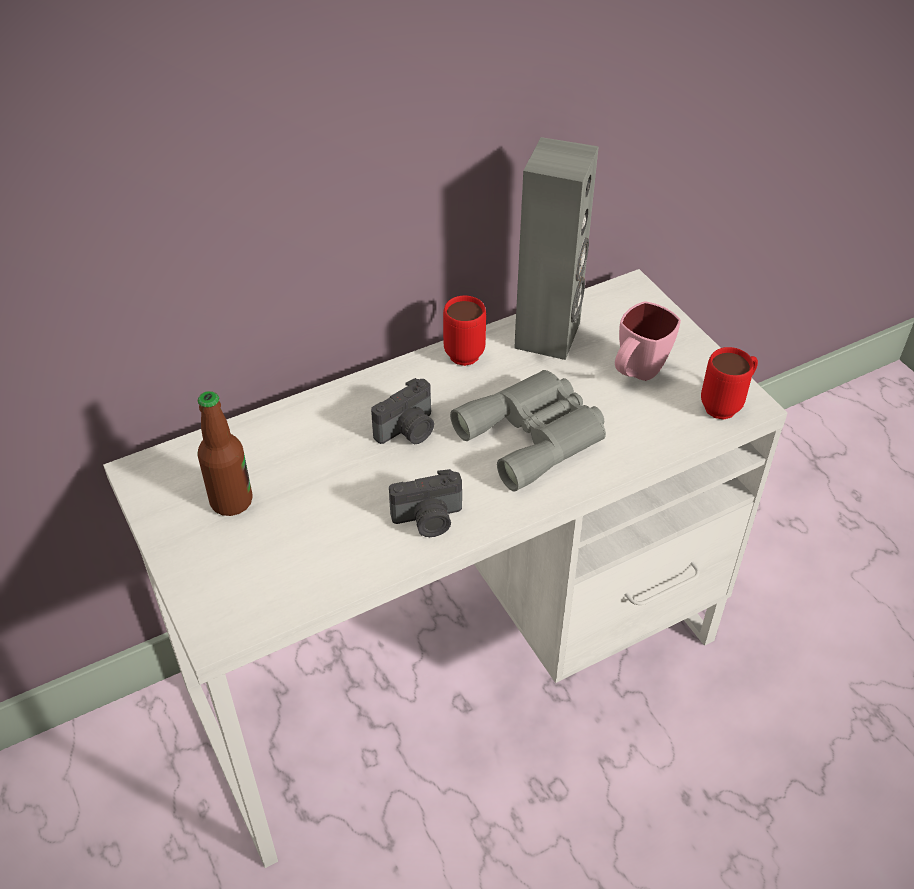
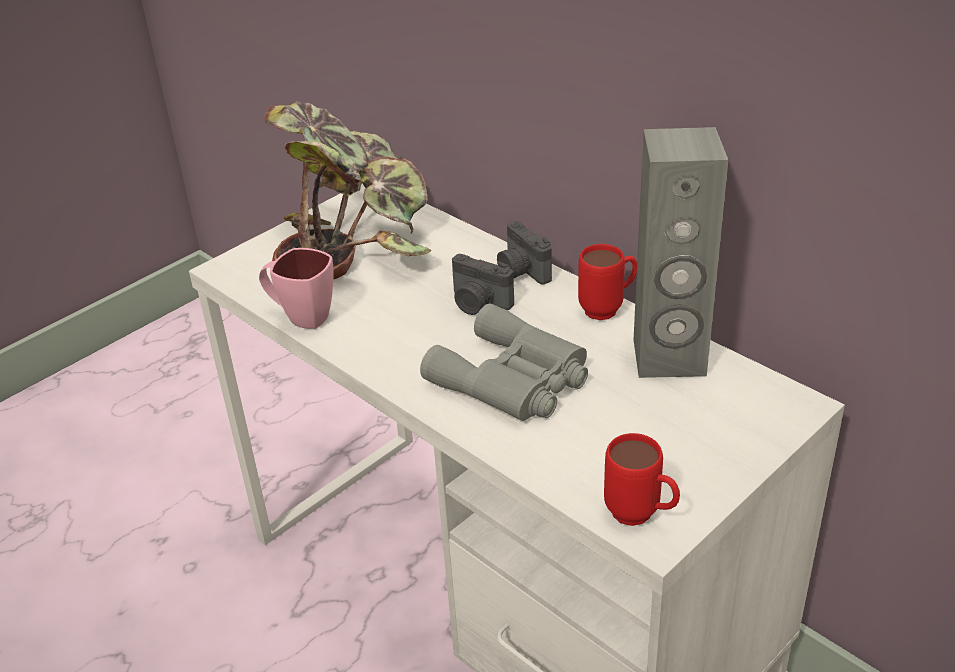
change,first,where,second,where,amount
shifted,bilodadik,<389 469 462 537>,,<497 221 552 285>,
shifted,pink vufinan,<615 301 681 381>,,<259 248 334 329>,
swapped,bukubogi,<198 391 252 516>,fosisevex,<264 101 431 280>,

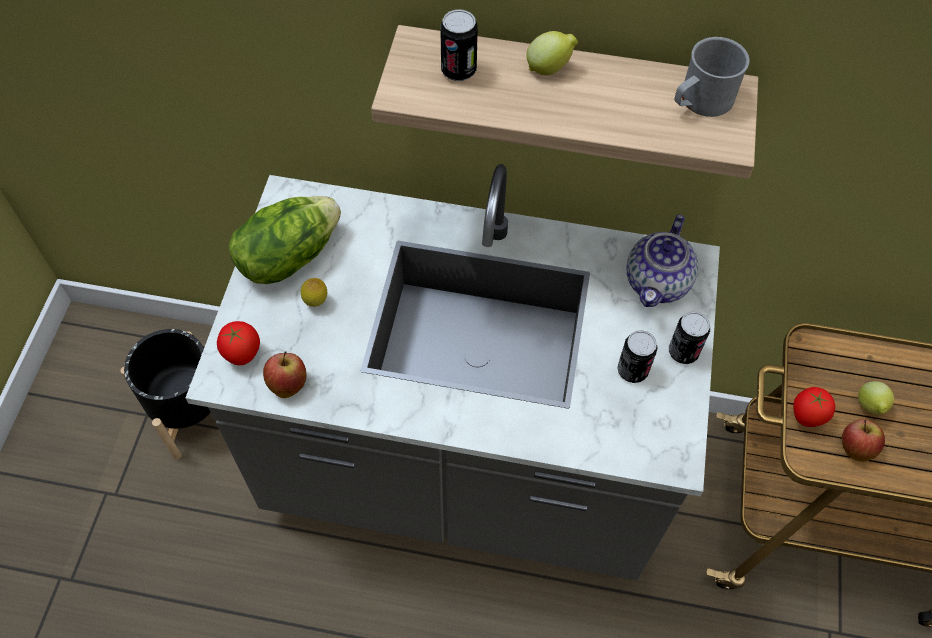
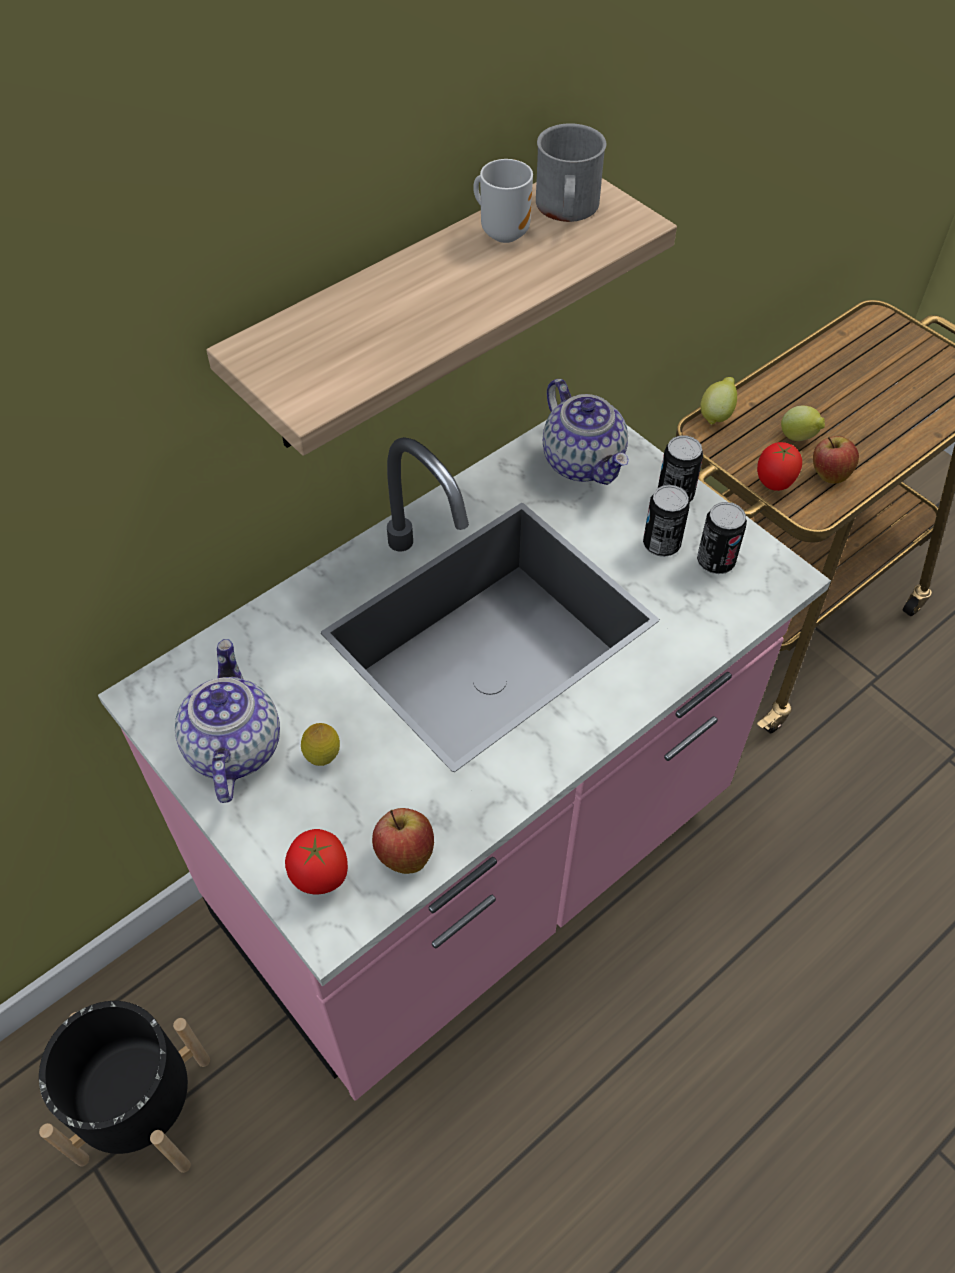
change,first,where,second,where,amount
new,,,vufinan,<473 159 533 243>,
shifted,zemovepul,<440 9 478 81>,,<697 502 747 574>,
shifted,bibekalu,<526 31 578 75>,,<700 377 737 425>,
swapped,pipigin,<229 196 341 284>,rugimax,<175 639 280 803>,
repainted,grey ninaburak,<186 164 720 580>,pink ninaburak,<98 420 831 1101>,

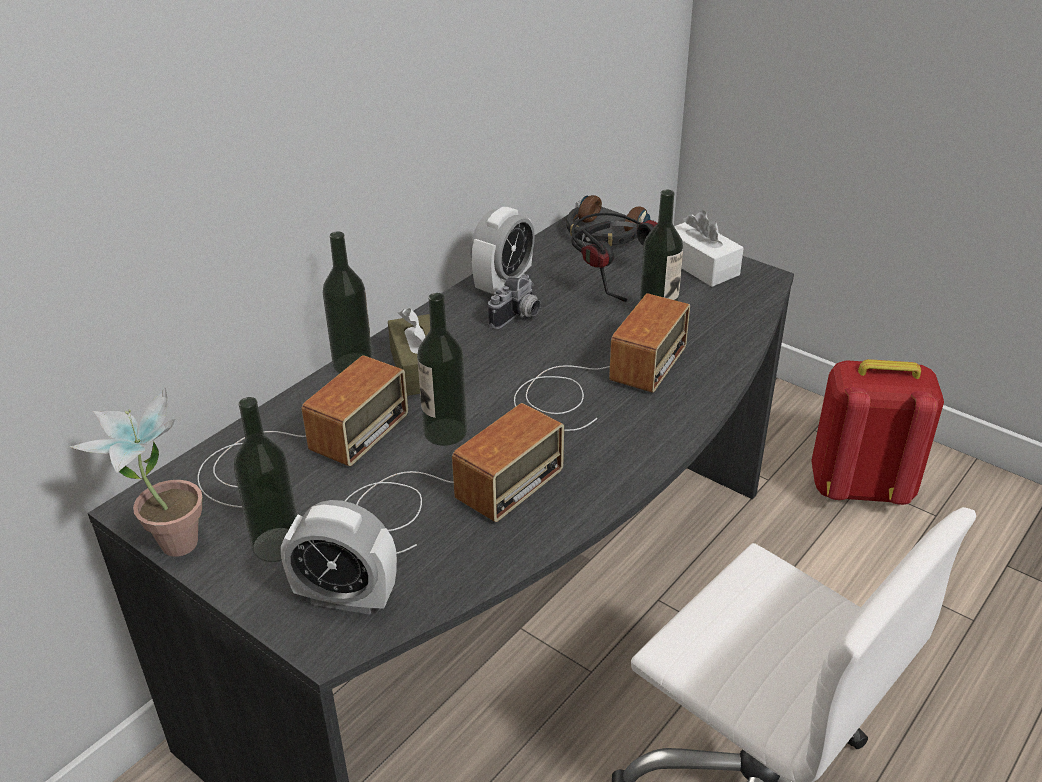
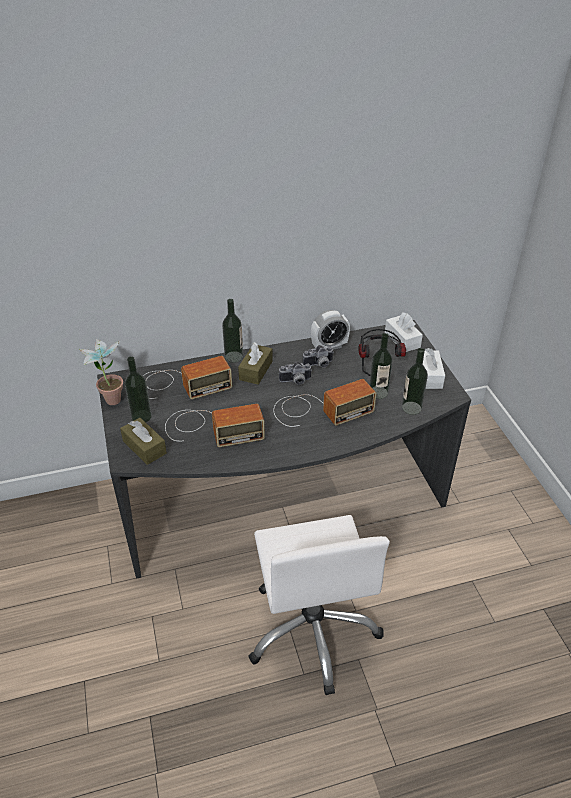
change,first,where,second,where,amount
gone,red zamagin,<811 359 944 505>,,,
new,,,bilodadik,<279 361 312 385>,
shifted,bukubogi,<417 293 467 446>,,<402 348 428 415>,
swapped,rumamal,<281 500 397 615>,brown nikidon,<120 418 167 465>,
swapped,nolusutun,<566 195 650 246>,white nikidon,<385 312 423 352>,

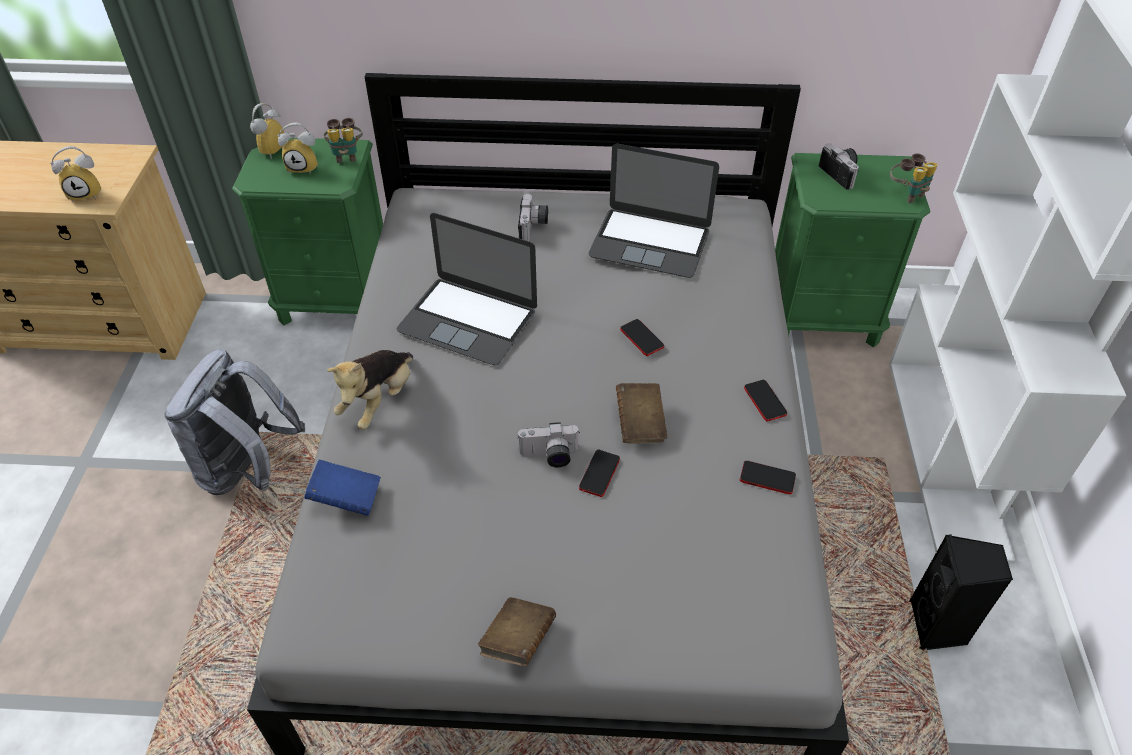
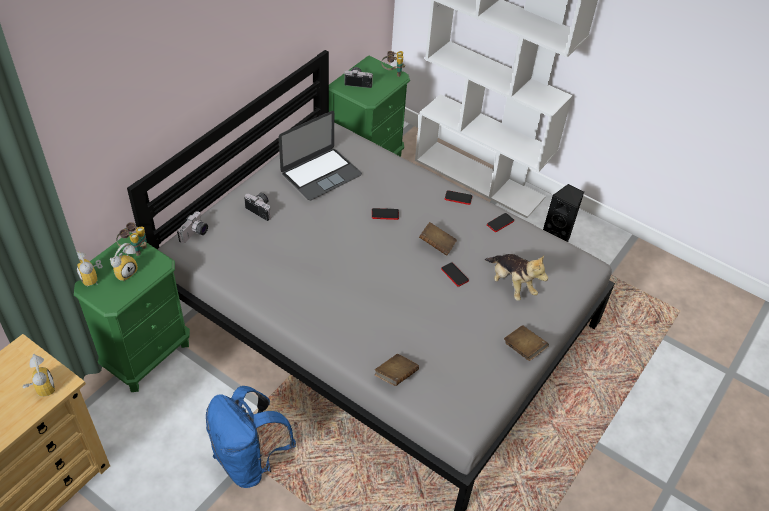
change,first,where,second,where,amount
gone,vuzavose,<396 213 537 365>,,,
shifted,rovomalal,<327 350 413 430>,,<485 254 548 301>,
shifted,bilodadik,<517 422 579 467>,,<177 211 208 243>,
repainted,grey zamagin,<165 349 305 495>,blue zamagin,<206 386 296 488>,
repainted,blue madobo,<304 460 381 516>,brown madobo,<375 354 419 386>,
rotated,rumamal,<50 146 101 202>,,<22 354 55 397>,45 degrees counterclockwise

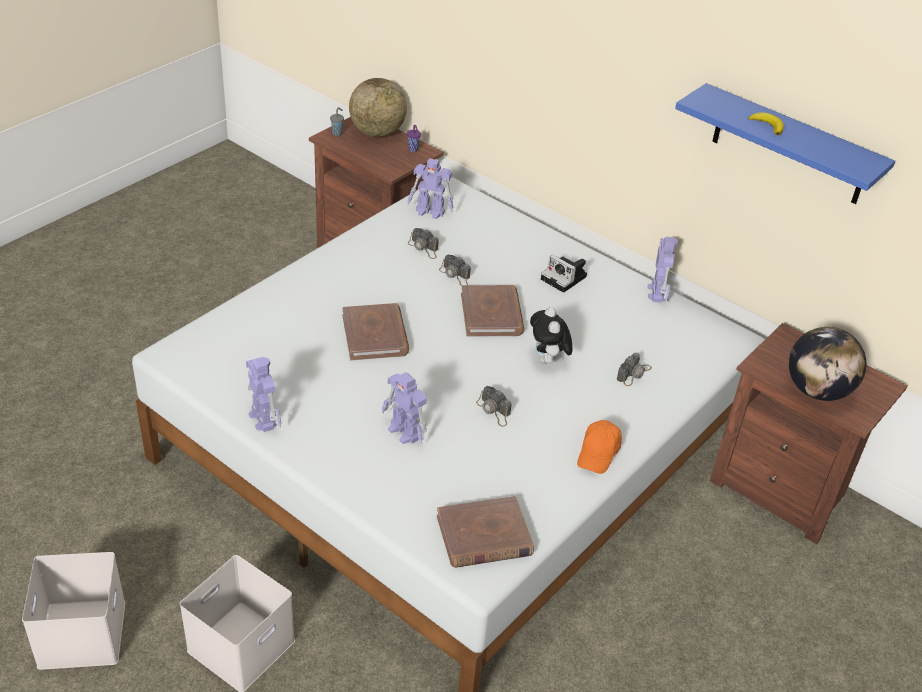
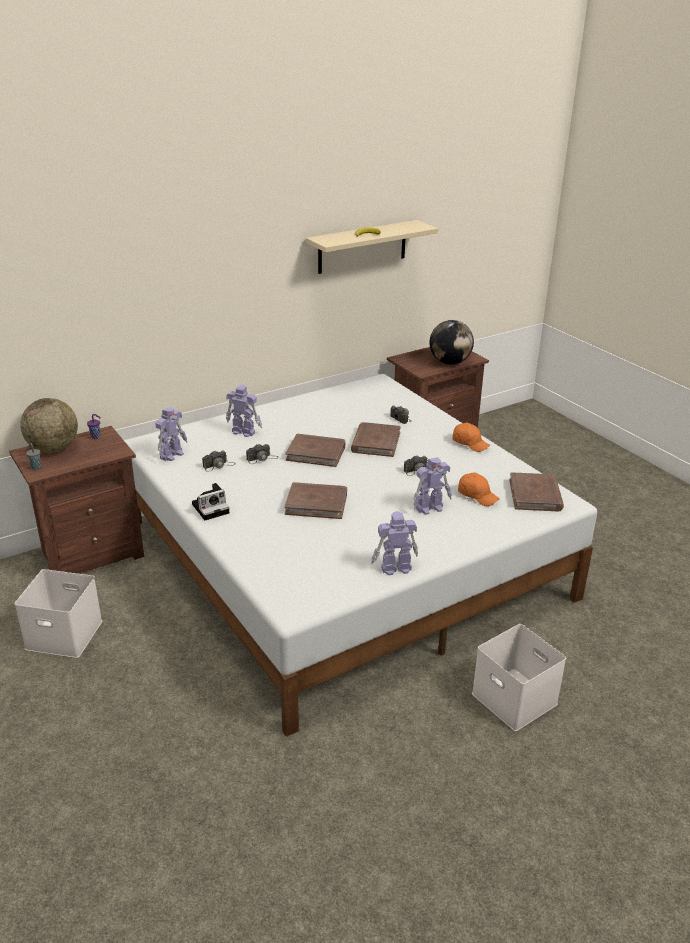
change,first,where,second,where,amount
new,,,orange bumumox,<458 472 500 506>,
shifted,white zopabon,<22 552 125 670>,,<14 569 102 658>,
shifted,bilodadik,<541 255 587 293>,,<192 483 229 520>,
shifted,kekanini,<648 237 678 303>,,<226 385 262 437>,
swapped,rovomalal,<530 307 572 364>,brown madobo,<351 422 401 457>,
repainted,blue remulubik,<675 83 895 204>,beige remulubik,<306 220 438 274>,

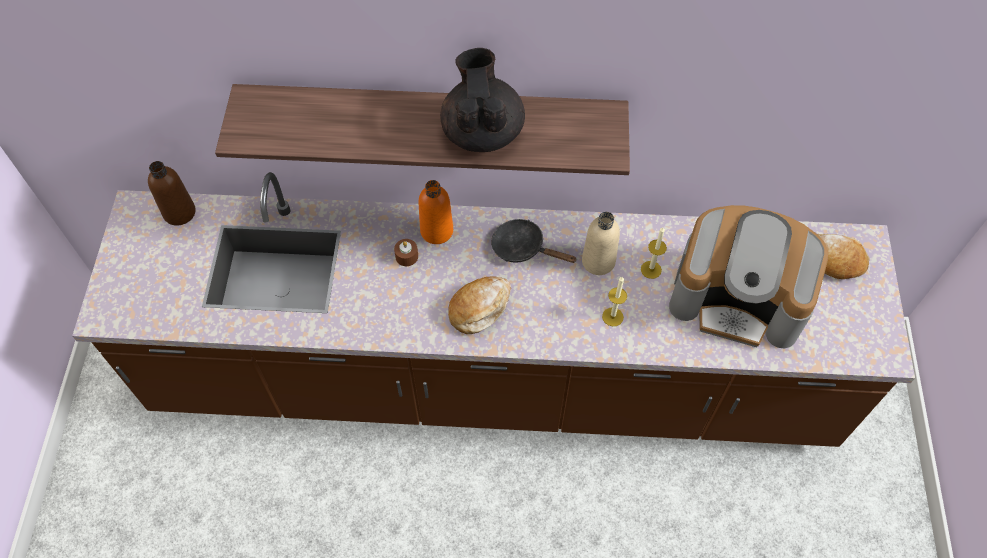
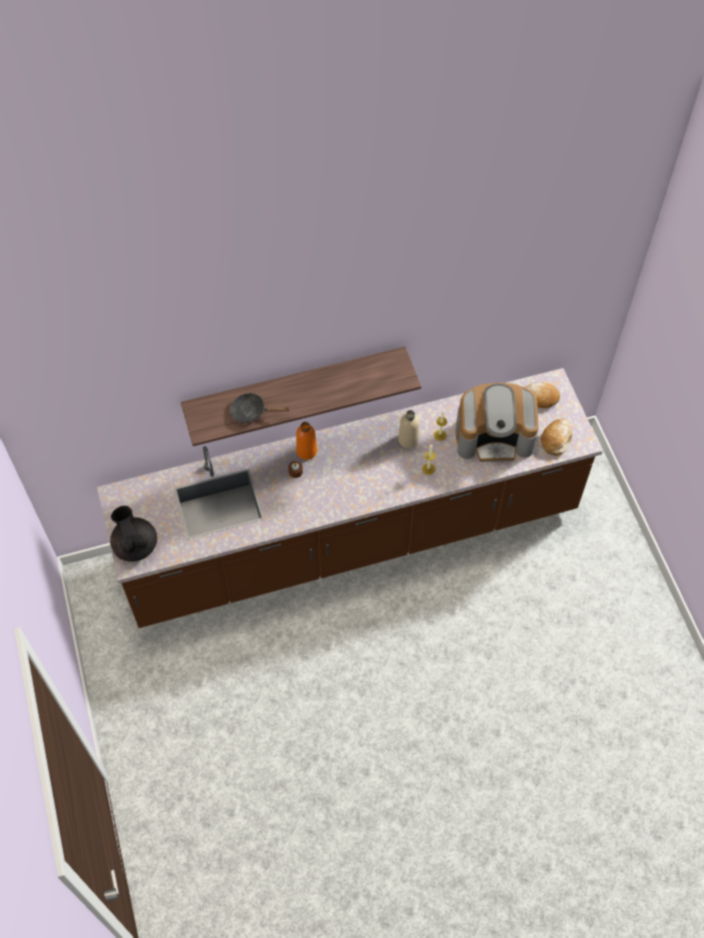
change,first,where,second,where,amount
gone,brown bukubogi,<148 161 195 226>,,,
shifted,black rugimax,<440 48 525 152>,,<110 506 157 562>,
shifted,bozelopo,<448 276 511 334>,,<541 419 573 456>,
shifted,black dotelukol,<491 219 576 263>,,<230 393 290 423>,

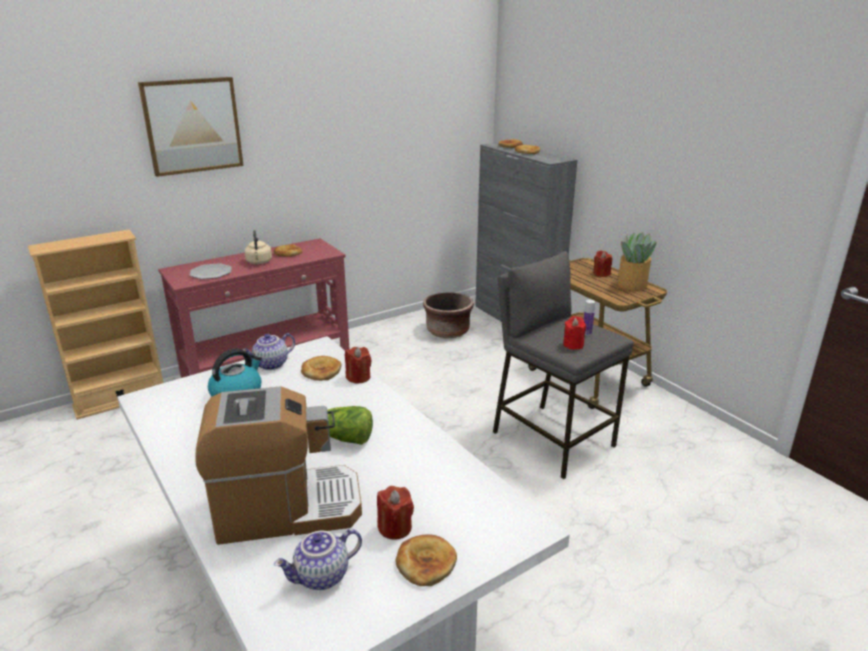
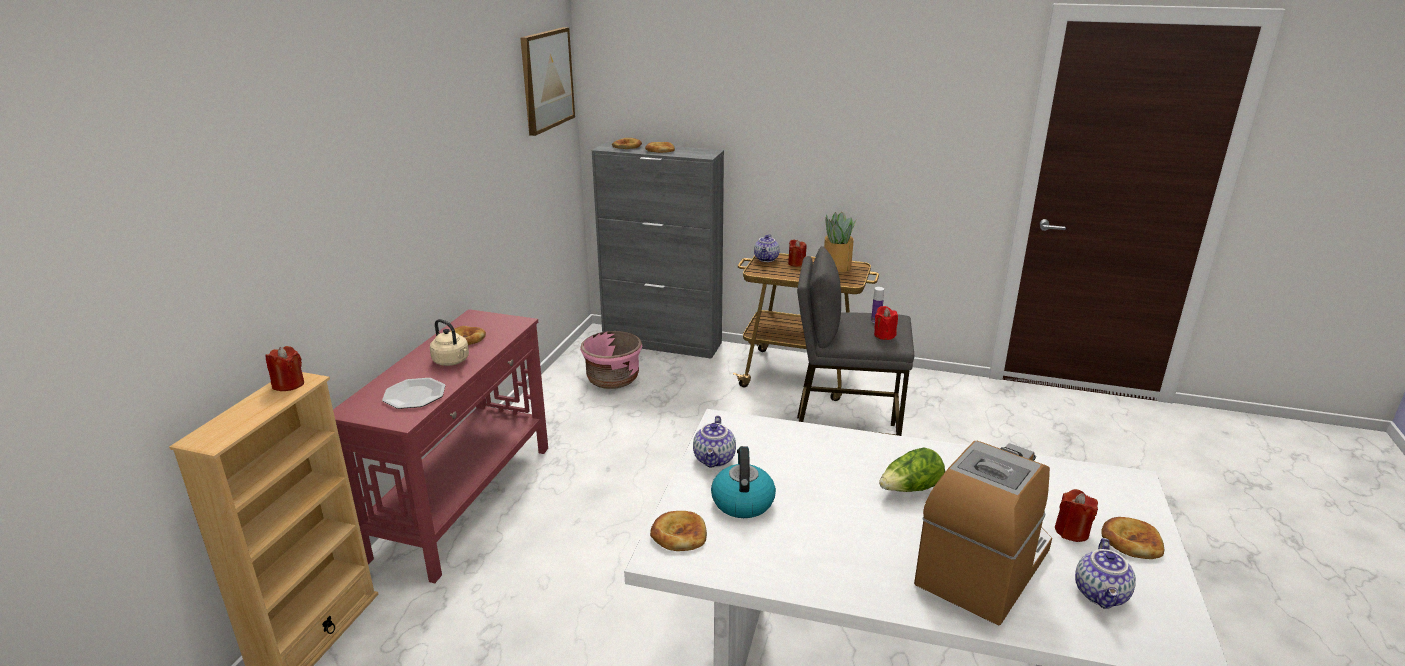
change,first,where,second,where,amount
new,,,rugimax,<754 234 780 262>,
shifted,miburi,<138 77 243 177>,,<520 27 575 136>,
shifted,bozelopo,<301 356 342 381>,,<650 511 707 551>,
shifted,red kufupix,<345 347 372 383>,,<266 346 304 391>,
repainted,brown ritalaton,<423 292 474 338>,pink ritalaton,<580 331 642 389>,

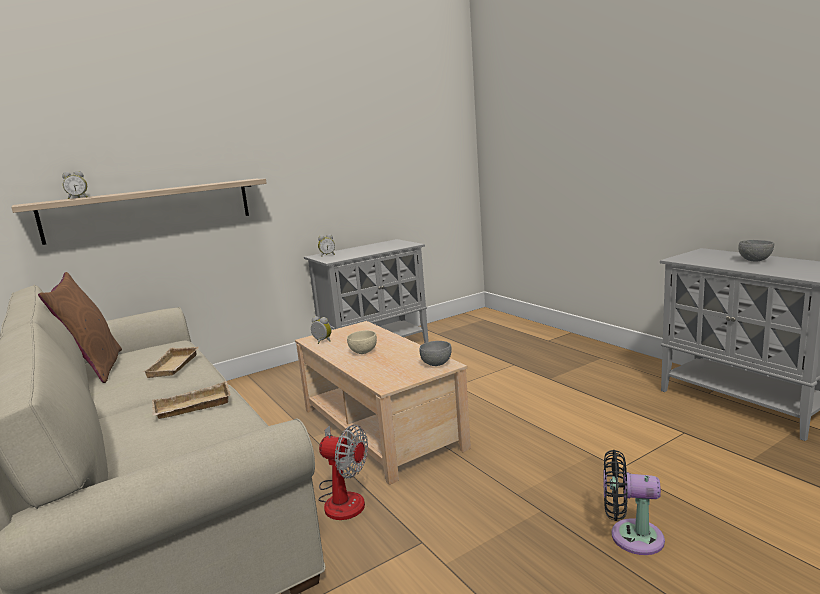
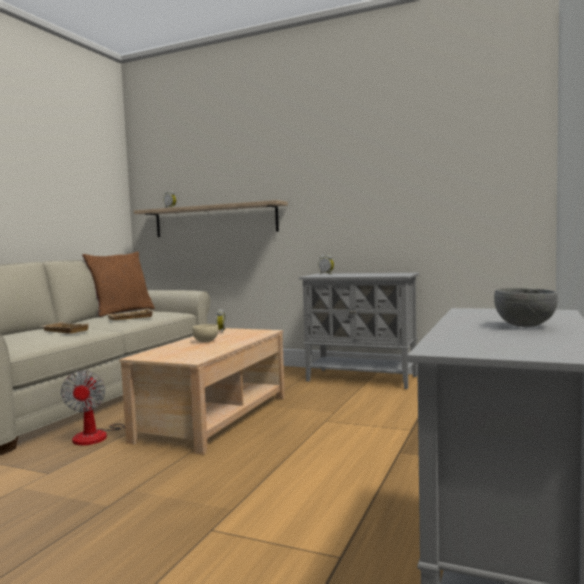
change,first,where,second,where,amount
gone,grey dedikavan,<419 341 452 366>,,,
gone,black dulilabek,<603 450 665 555>,,,

